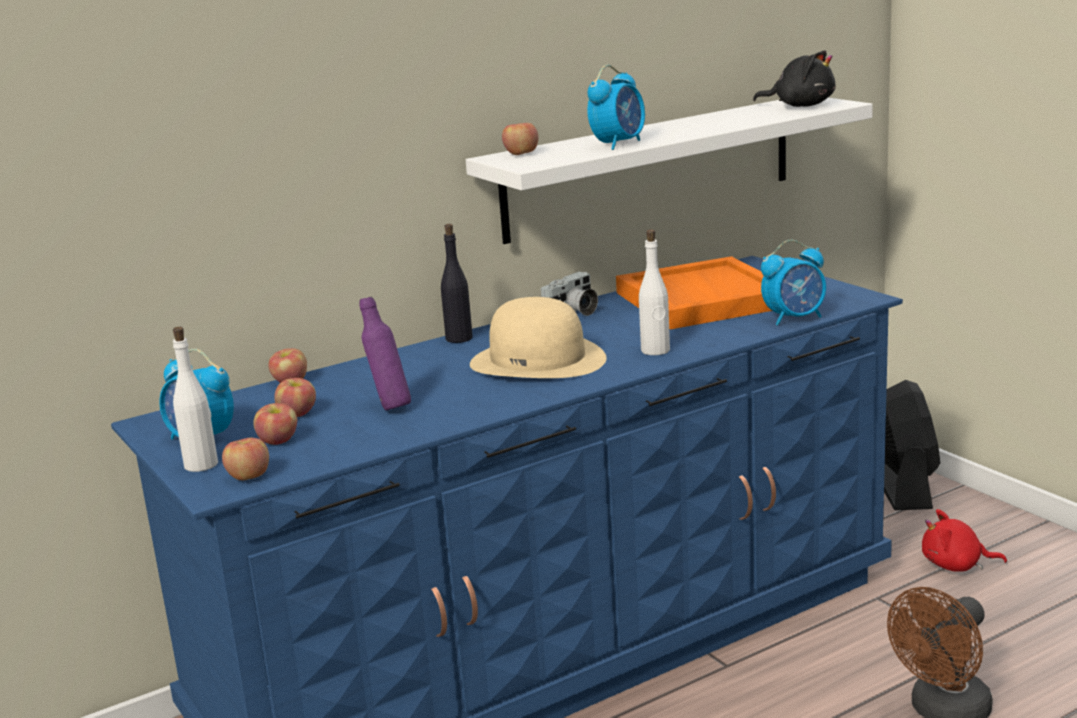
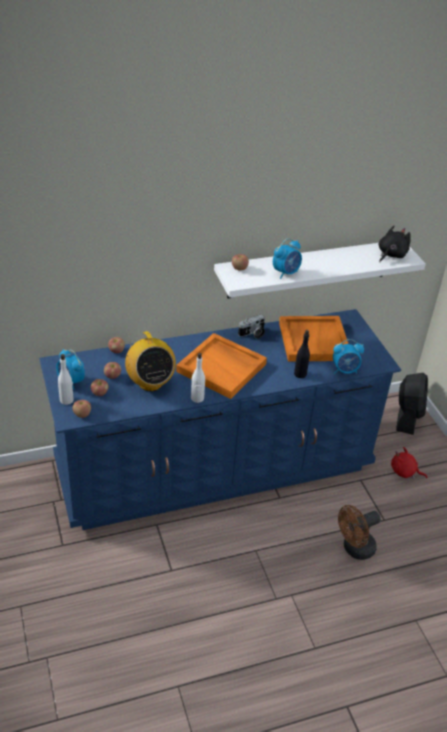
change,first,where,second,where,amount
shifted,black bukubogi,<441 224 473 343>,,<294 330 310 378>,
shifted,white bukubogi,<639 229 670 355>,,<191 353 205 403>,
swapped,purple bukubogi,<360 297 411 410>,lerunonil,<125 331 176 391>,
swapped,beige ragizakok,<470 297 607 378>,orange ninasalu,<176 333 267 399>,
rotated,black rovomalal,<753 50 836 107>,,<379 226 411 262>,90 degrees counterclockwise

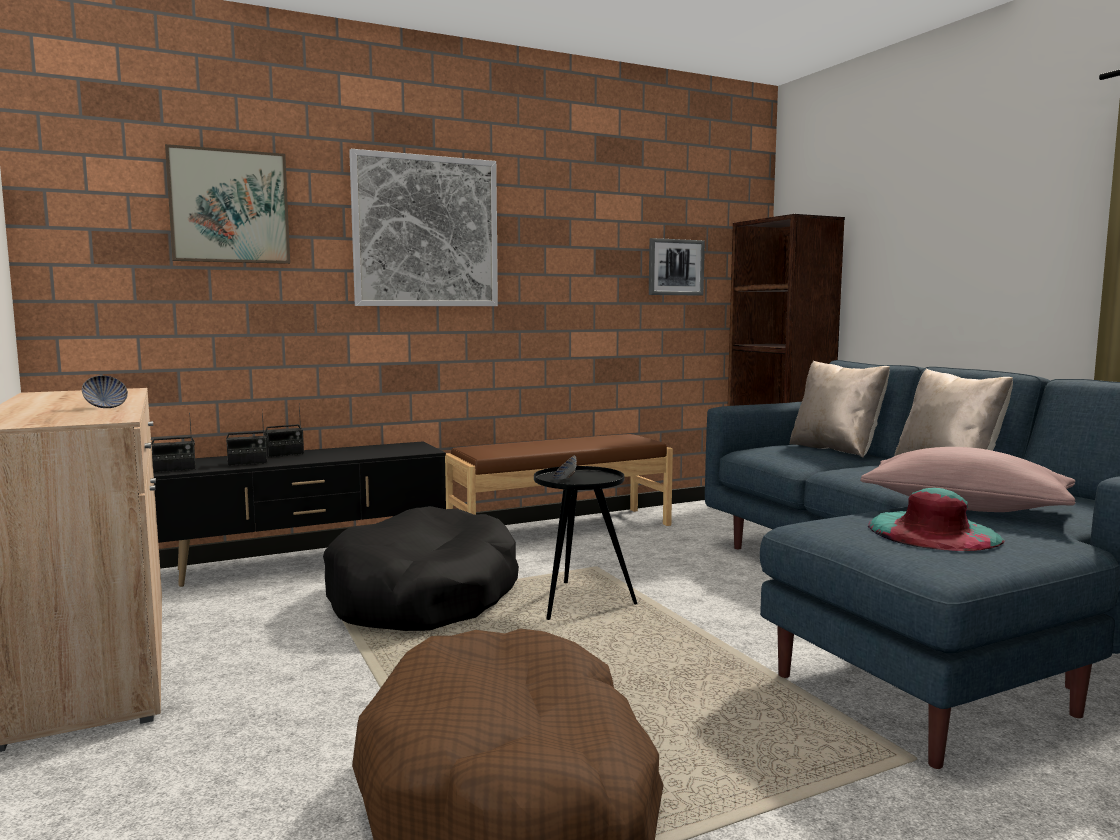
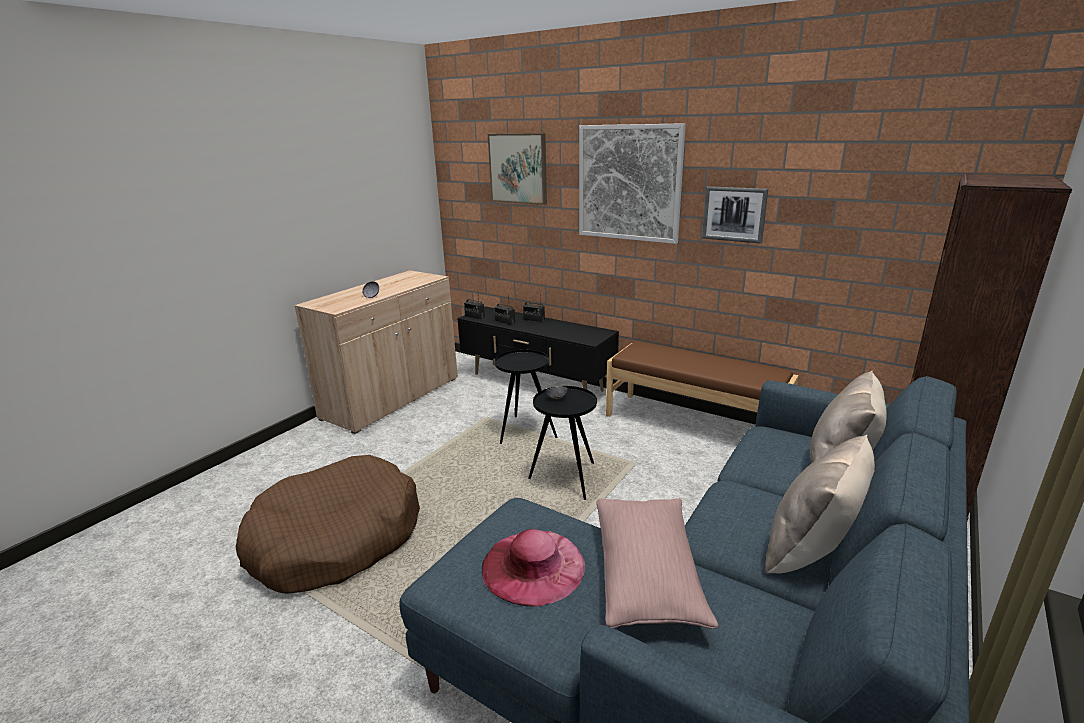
change,first,where,second,where,amount
shifted,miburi,<649 238 705 295>,,<702 186 768 244>,
swapped,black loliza,<323 506 519 631>,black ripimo,<494 350 558 444>,
repainted,turquoise ragizakok,<868 488 1005 551>,pink ragizakok,<482 529 585 607>,

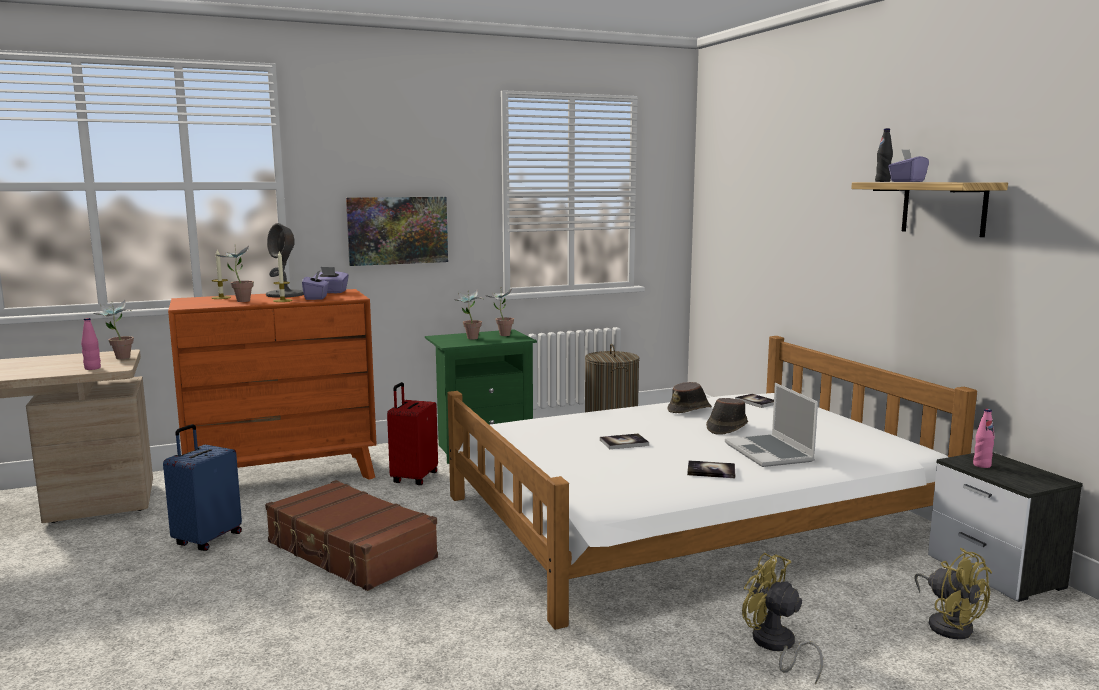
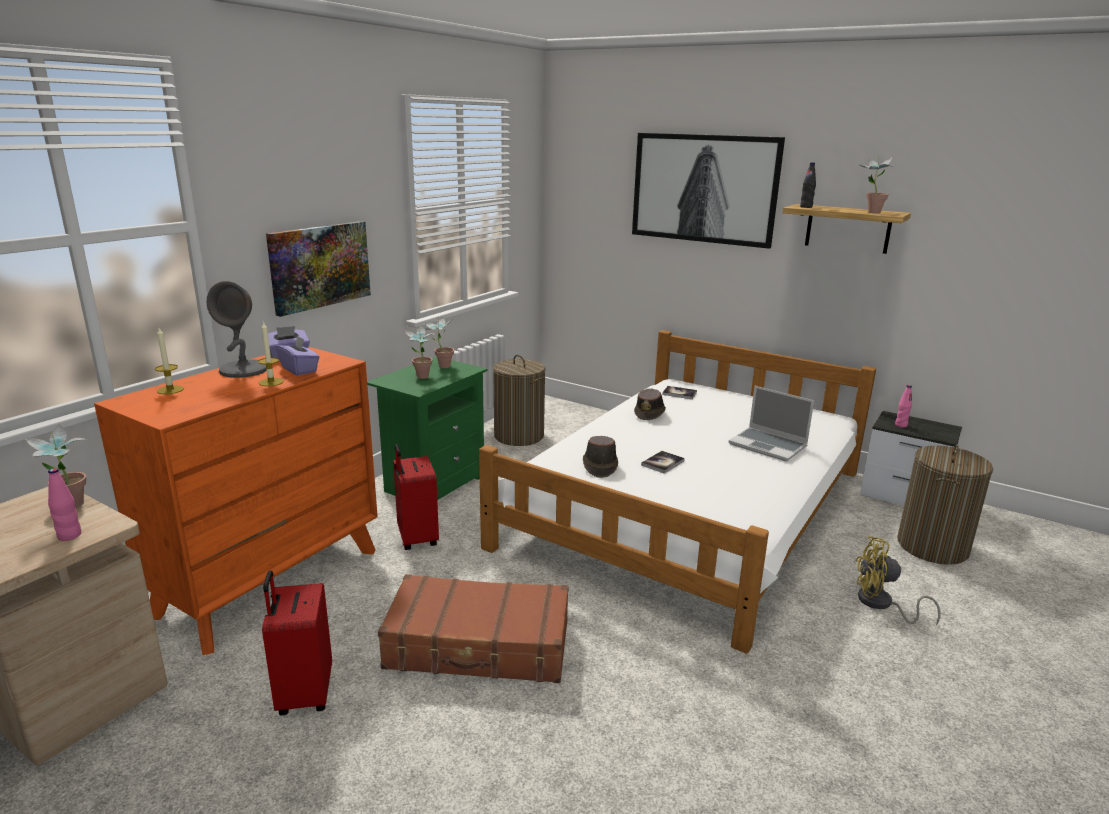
change,first,where,second,where,amount
gone,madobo,<687 460 735 478>,,,
gone,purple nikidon,<888 149 929 182>,,,
new,,,miburi,<632 133 785 249>,
shifted,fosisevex,<215 245 254 302>,,<859 157 893 214>,
shifted,brown ragizakok,<706 398 748 435>,,<583 436 618 478>,
swapped,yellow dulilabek,<915 548 992 639>,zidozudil,<897 445 993 565>,
repainted,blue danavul,<163 424 242 551>,red danavul,<262 570 332 715>,

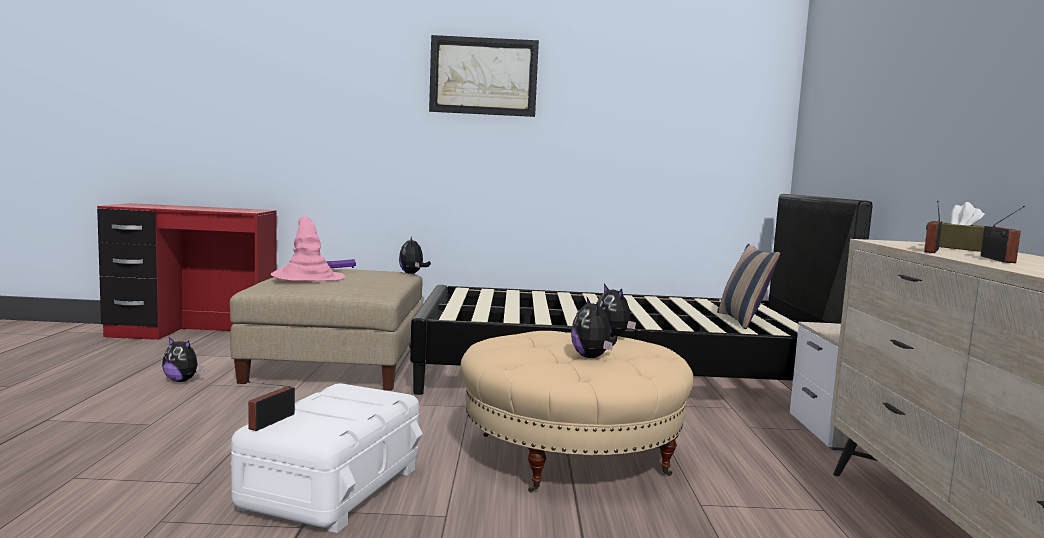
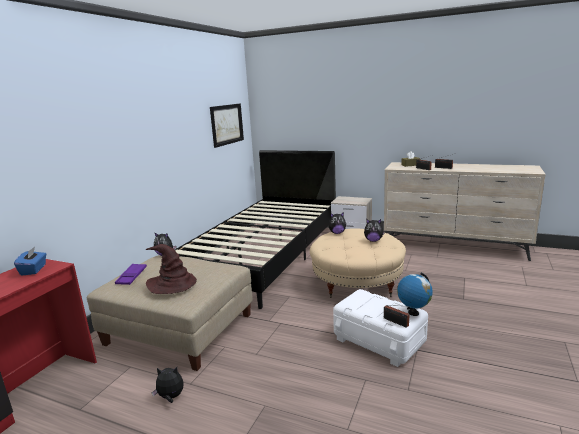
change,first,where,second,where,amount
gone,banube,<717 244 780 329>,,,
new,,,blue nikidon,<14 247 46 276>,
new,,,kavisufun,<397 272 433 316>,
shifted,miburi,<429 35 539 117>,,<210 104 244 148>,
repainted,pink ragizakok,<271 216 345 281>,brown ragizakok,<146 244 197 294>,
rotated,rovomalal,<162 337 204 382>,,<152 367 183 403>,135 degrees counterclockwise

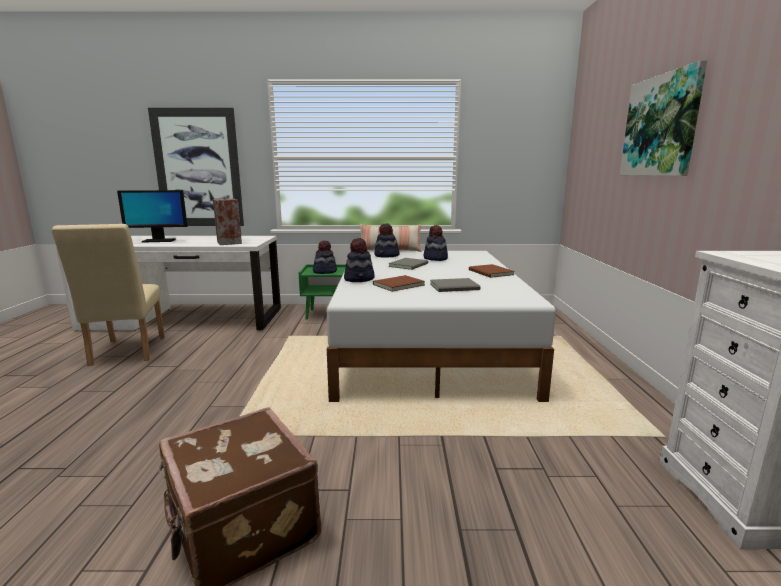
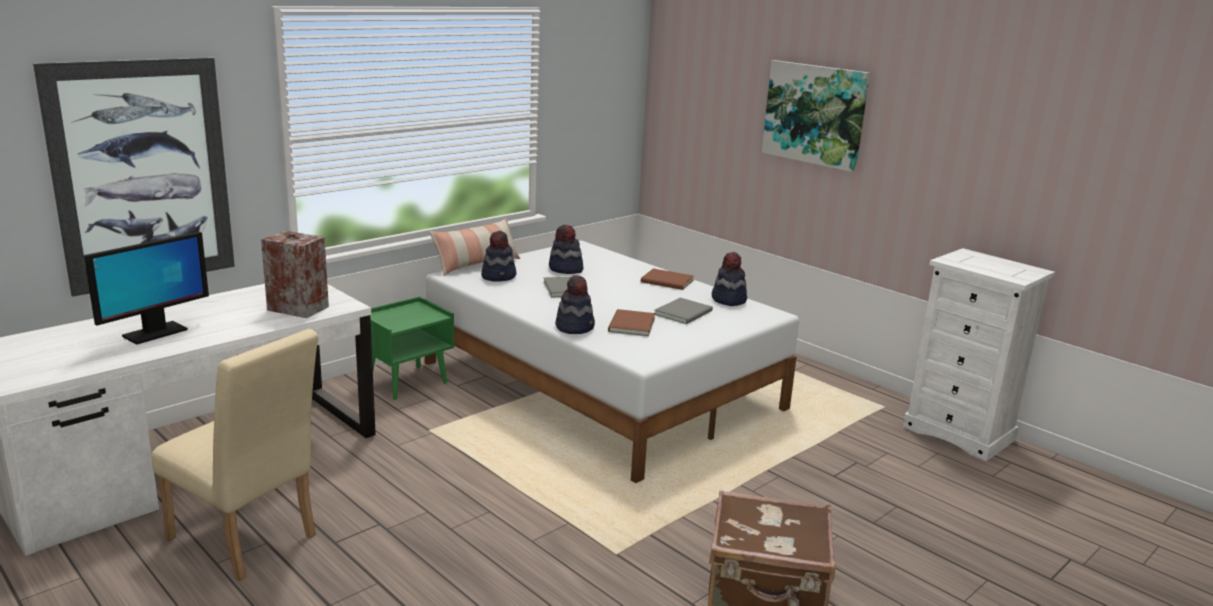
change,first,where,second,where,amount
shifted,ragizakok,<313 240 337 274>,,<712 252 747 306>,

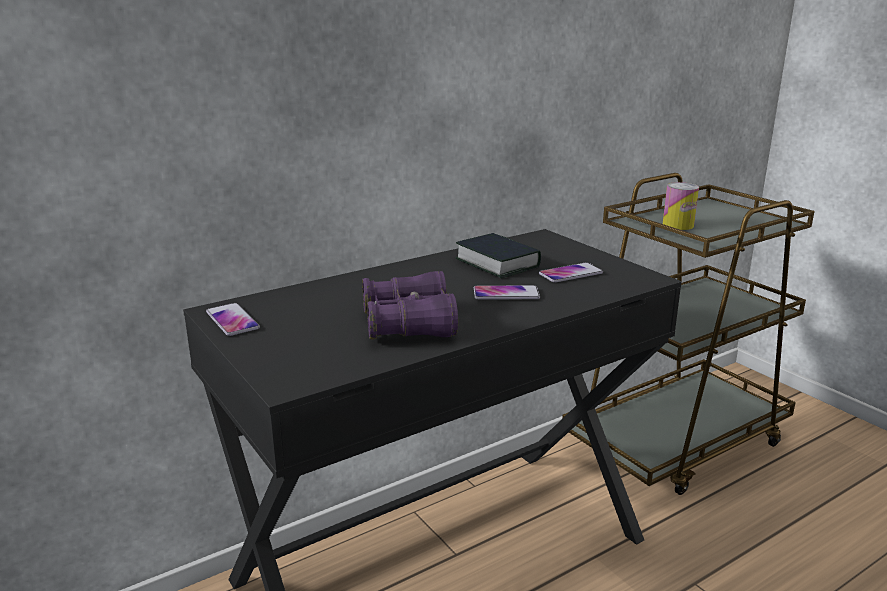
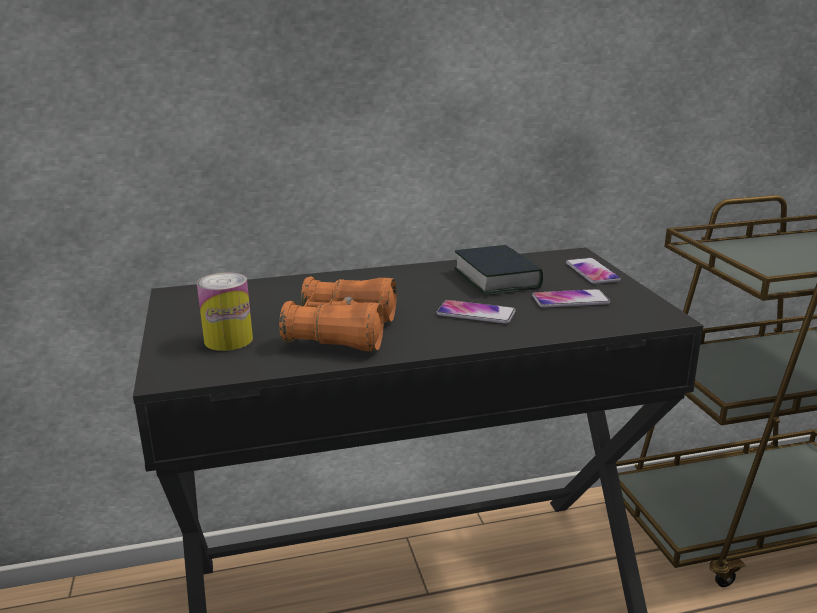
change,first,where,second,where,amount
shifted,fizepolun,<206 303 260 336>,,<566 258 621 284>,
shifted,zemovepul,<663 182 699 230>,,<197 272 253 351>,
repainted,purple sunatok,<362 271 458 340>,orange sunatok,<279 276 397 352>,

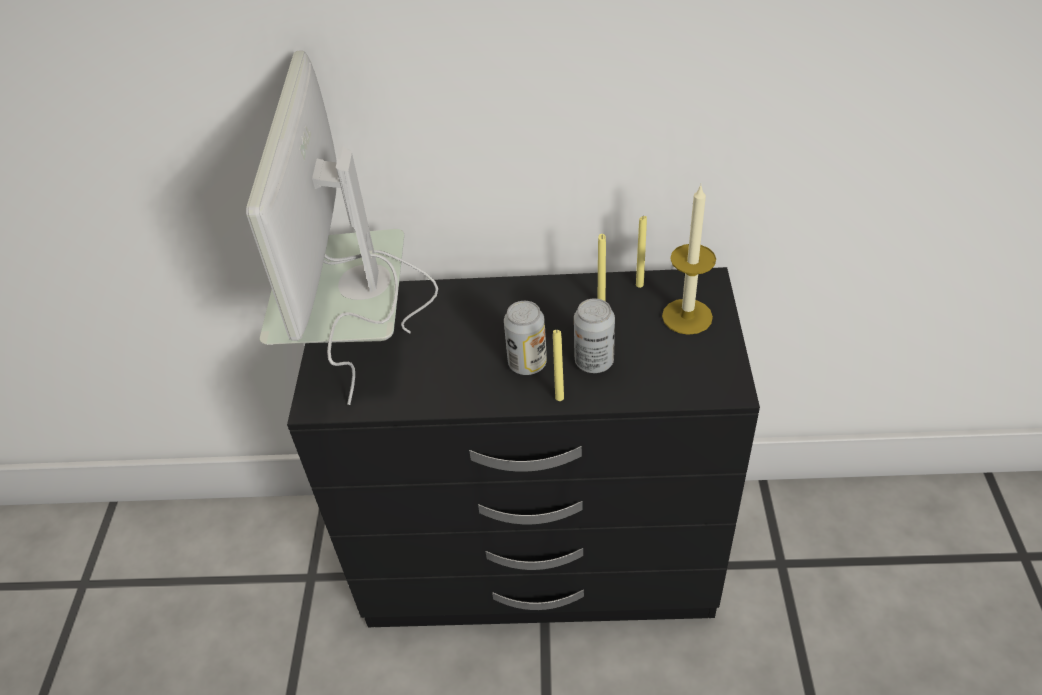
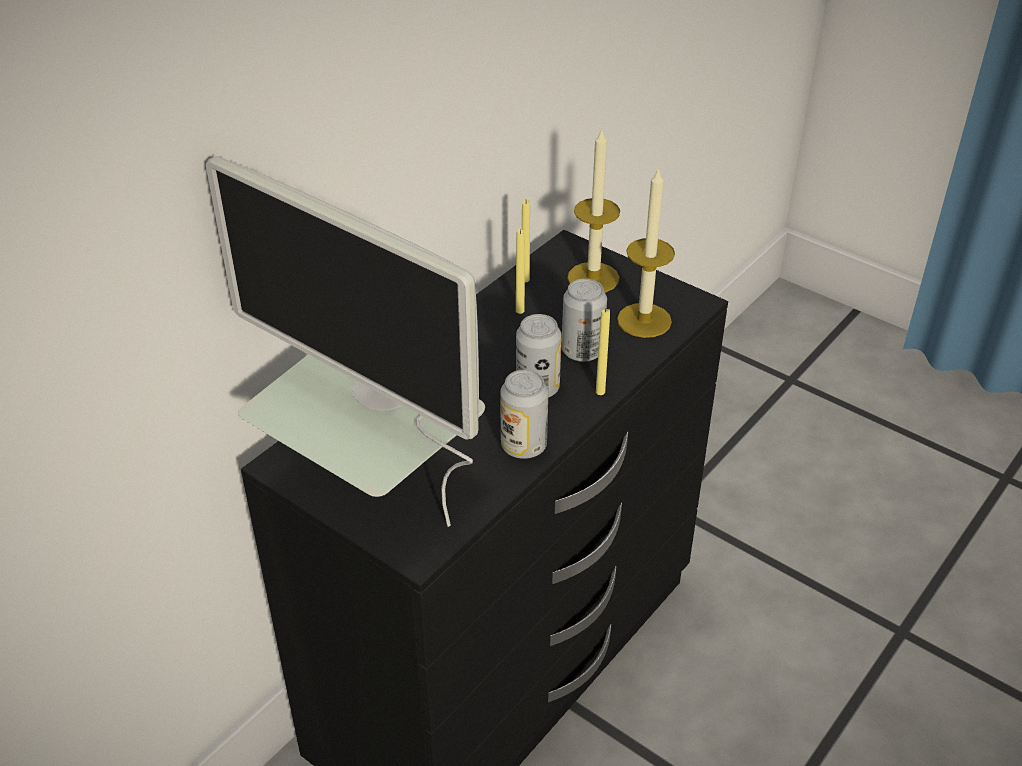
change,first,where,second,where,amount
new,,,zemovepul,<500 370 548 459>,
new,,,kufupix,<617 167 675 338>,

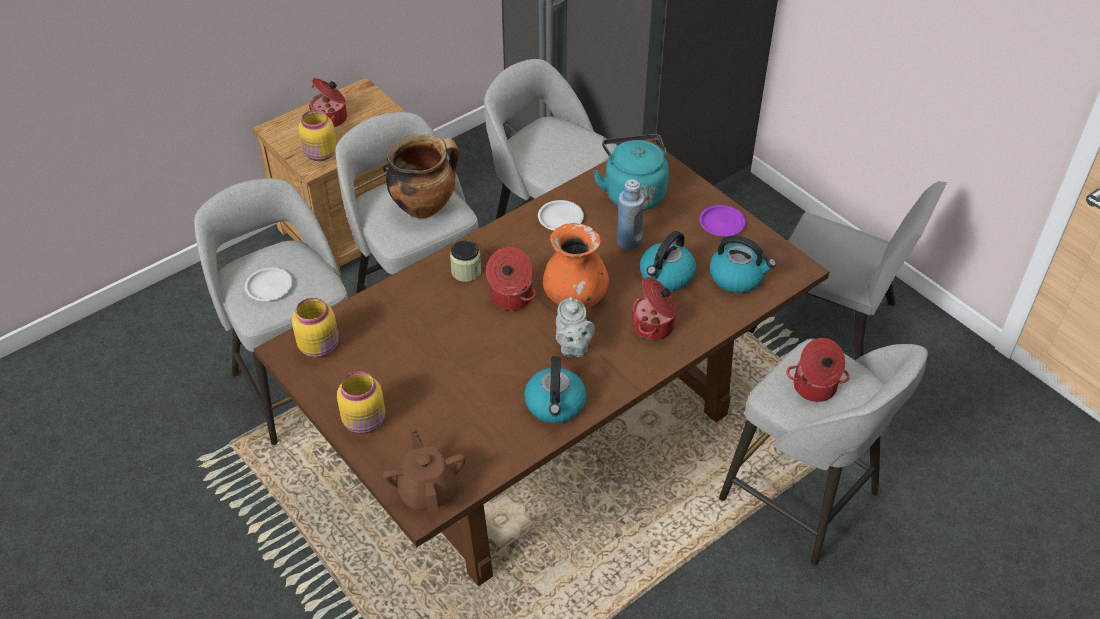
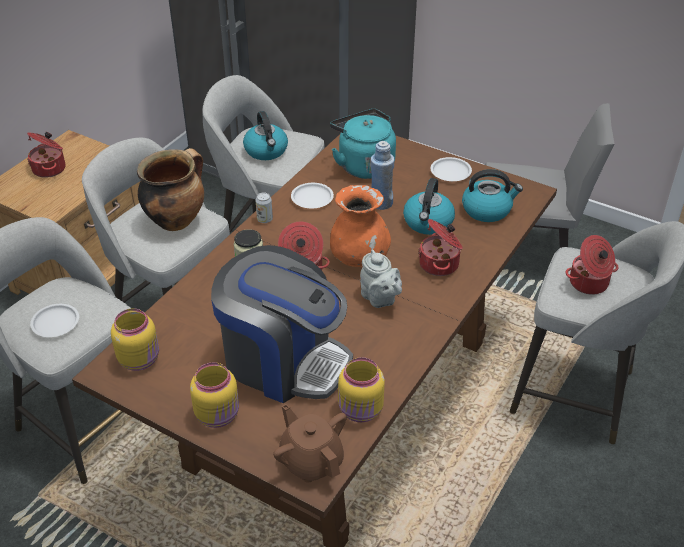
change,first,where,second,where,amount
new,,,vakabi,<211 245 353 403>,
new,,,zemovepul,<256 192 273 223>,
shifted,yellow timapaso,<298 110 337 161>,,<338 357 385 422>,
shifted,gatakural,<524 356 587 423>,,<243 111 288 160>,
repainted,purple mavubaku,<699 205 746 236>,white mavubaku,<430 157 472 181>,

